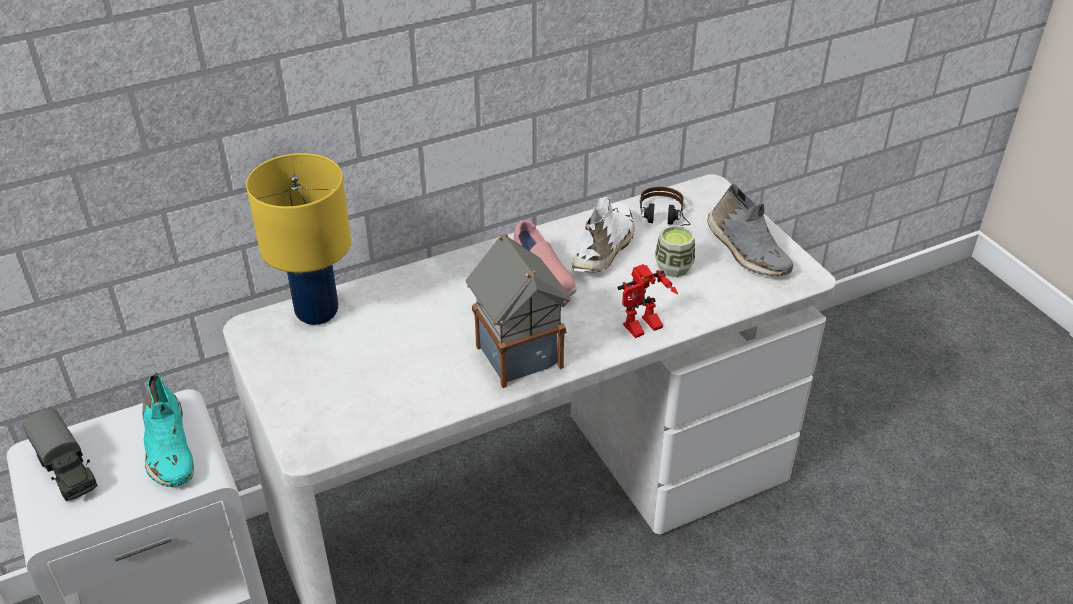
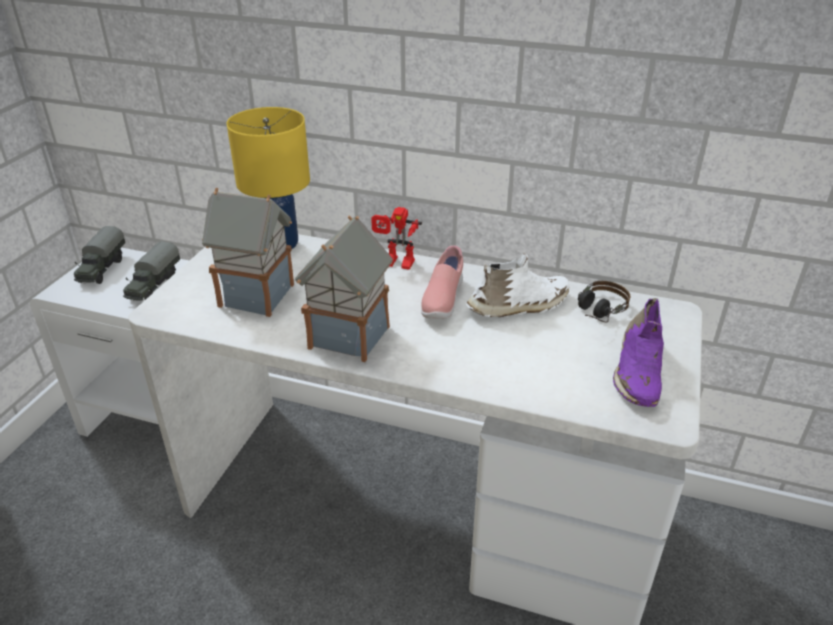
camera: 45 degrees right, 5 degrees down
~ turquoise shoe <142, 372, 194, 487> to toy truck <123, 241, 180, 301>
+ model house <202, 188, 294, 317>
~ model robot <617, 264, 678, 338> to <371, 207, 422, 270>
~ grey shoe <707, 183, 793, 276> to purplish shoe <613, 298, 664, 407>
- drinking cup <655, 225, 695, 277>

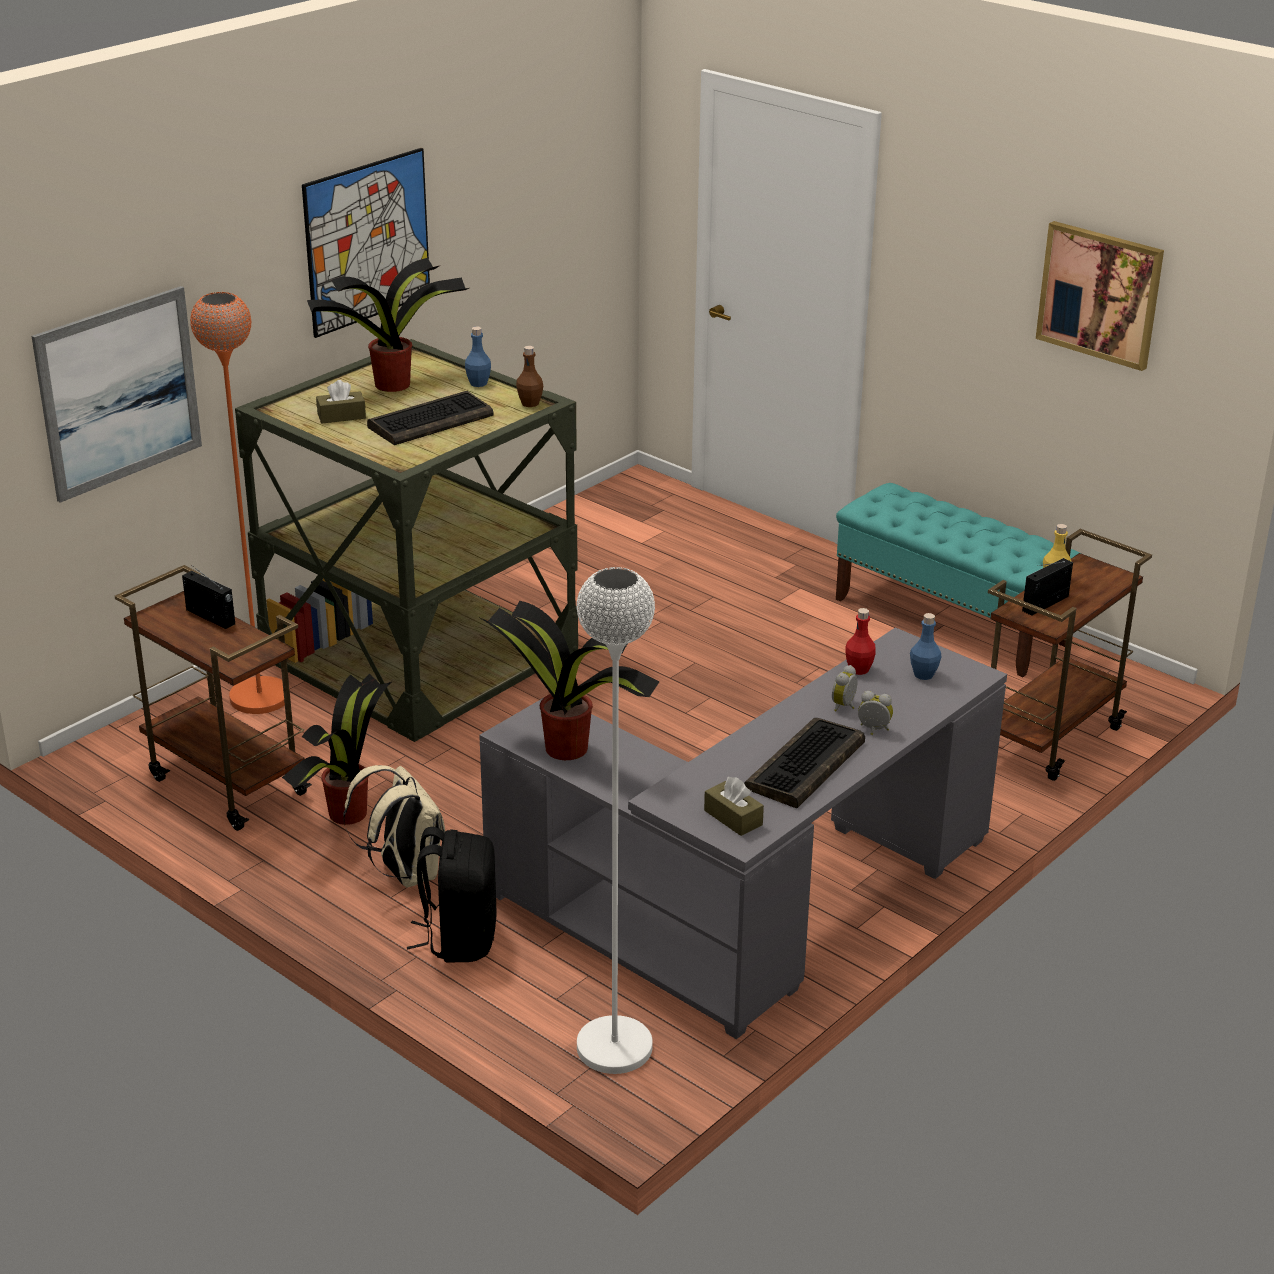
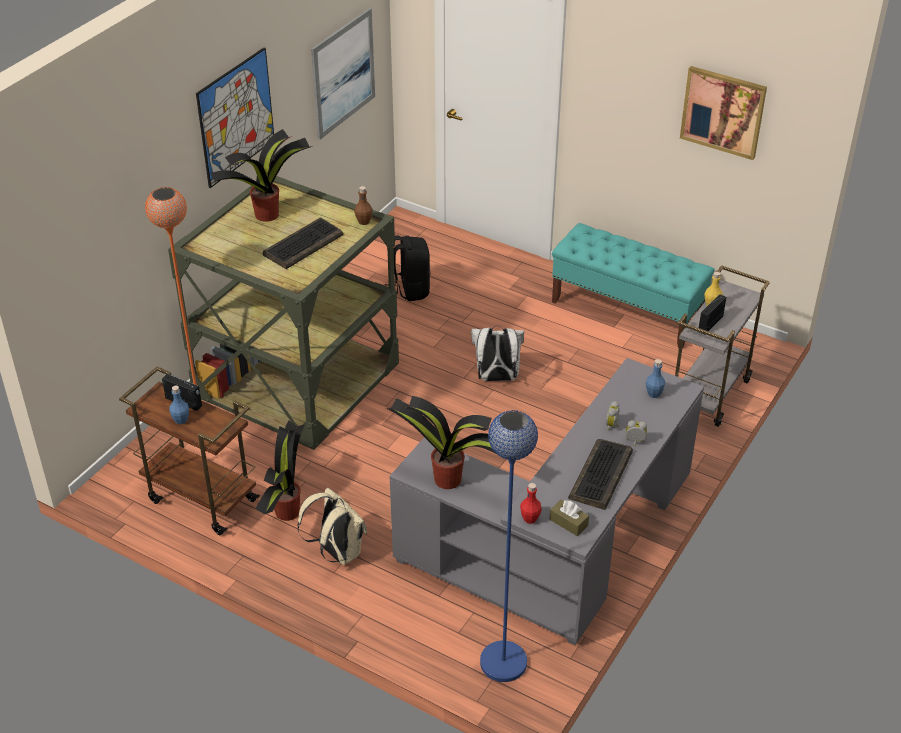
camera: 10 degrees left, 10 degrees up
~ blue bottle <465, 326, 491, 387> to <169, 386, 189, 424>
~ wall picture <32, 286, 202, 503> to <311, 8, 375, 140>
~ black rucksack <407, 827, 497, 963> to <385, 235, 430, 301>
+ white rucksack <471, 325, 524, 381>
~ white standard lamp <577, 567, 655, 1074> to blue standard lamp <480, 410, 538, 682>
~ red-coloured bottle <846, 608, 876, 675> to <520, 483, 542, 524>
~ brown wheeled cart <988, 529, 1152, 781> to grey wheeled cart <675, 265, 770, 427>
- brown box of tissues <316, 380, 366, 424>

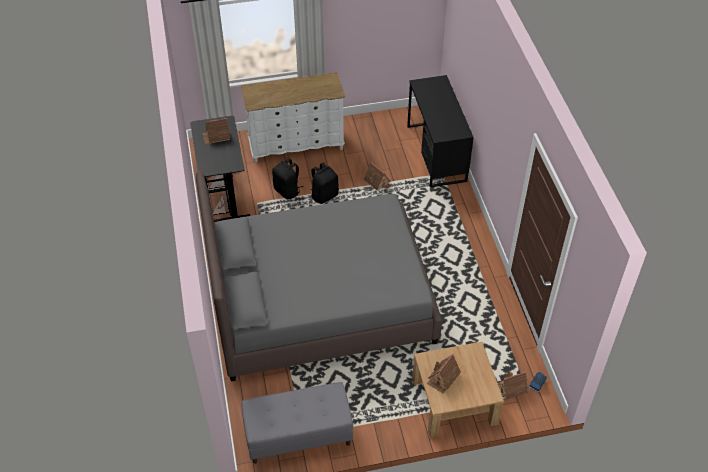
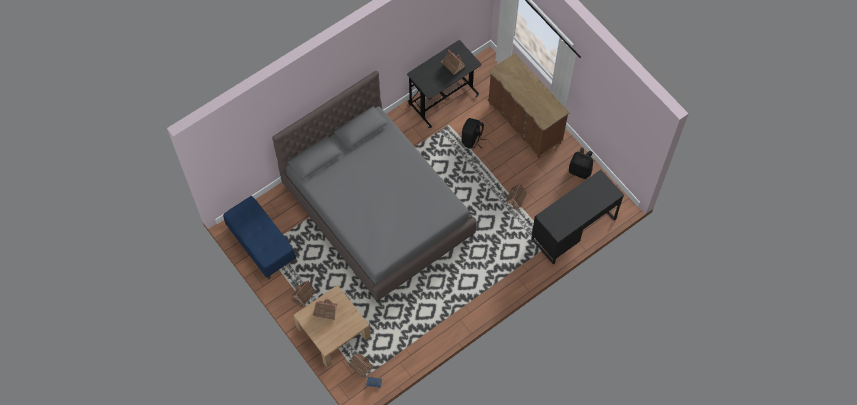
camera: 65 degrees right, 15 degrees up
~ grey long seat <241, 382, 353, 464> to blue long seat <223, 196, 296, 279>
+ model house <291, 280, 316, 308>
~ white dresser <241, 72, 345, 163> to brown dresser <488, 53, 570, 158>
~ black rucksack <310, 162, 339, 204> to <569, 147, 593, 179>

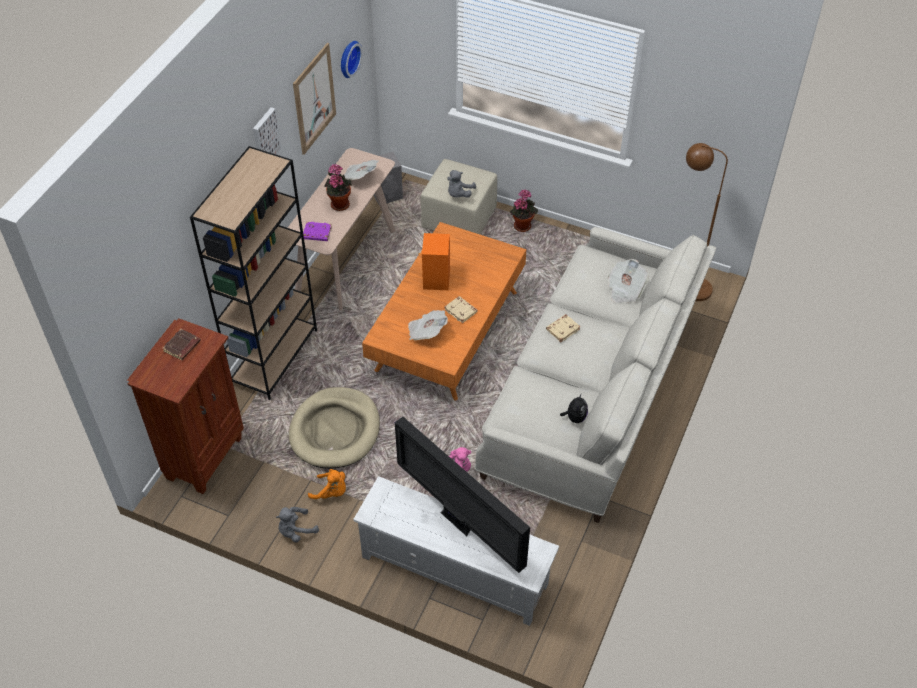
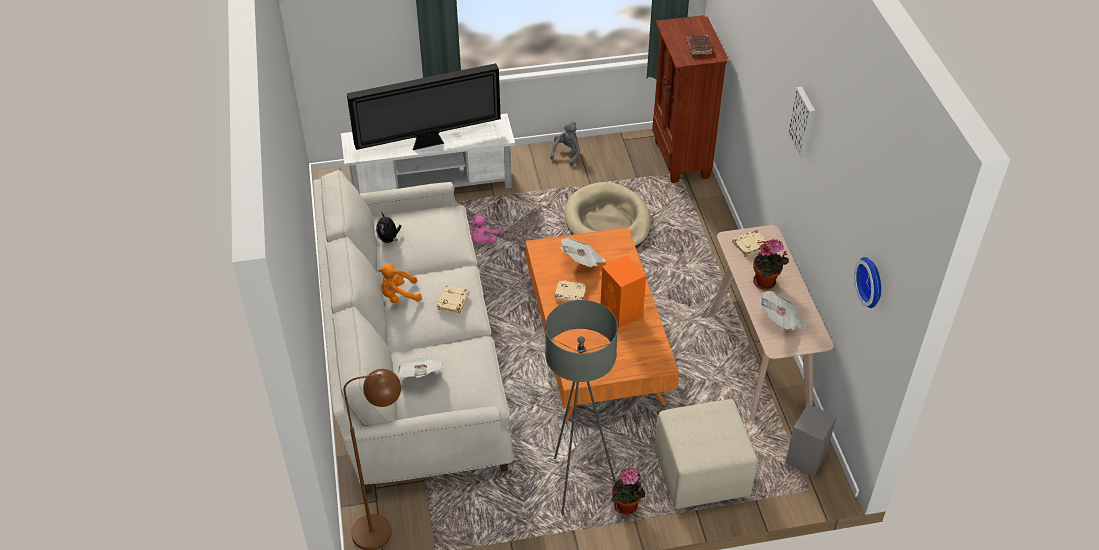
camera: 145 degrees right, 5 degrees down
~ TV set <395, 416, 530, 573> = <347, 63, 501, 150> 150 degrees clockwise
~ orange plush toy <308, 469, 346, 499> to <378, 263, 422, 303>
+ grey standard lamp <545, 300, 618, 515>
~ purplish volume <303, 222, 332, 241> to beige volume <732, 230, 767, 257>
- beige bookcase <190, 146, 317, 400>
- wall picture <293, 43, 336, 155>
- grey plush toy <447, 170, 476, 198>

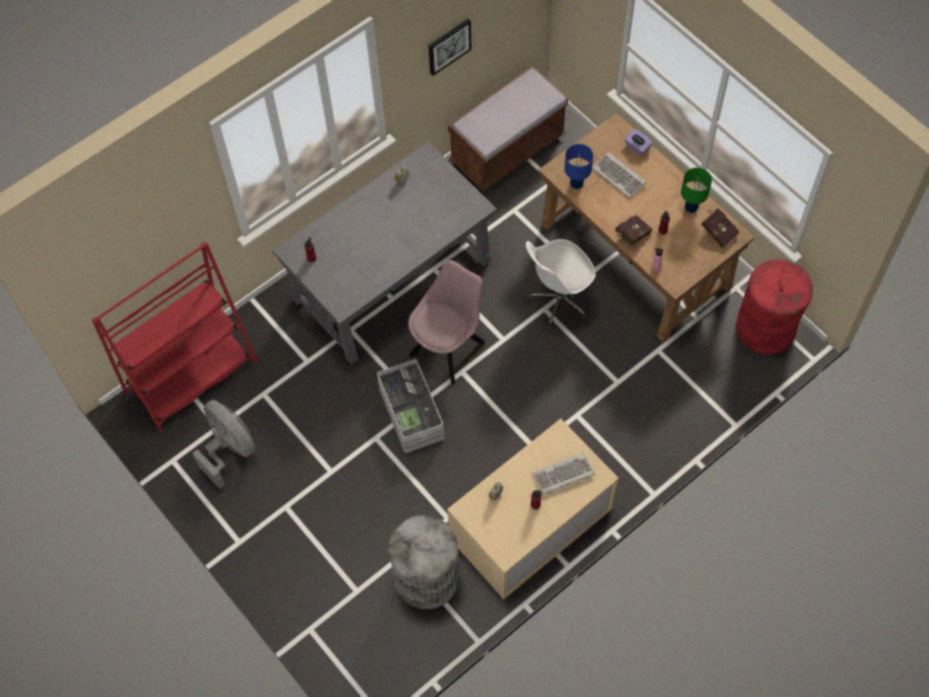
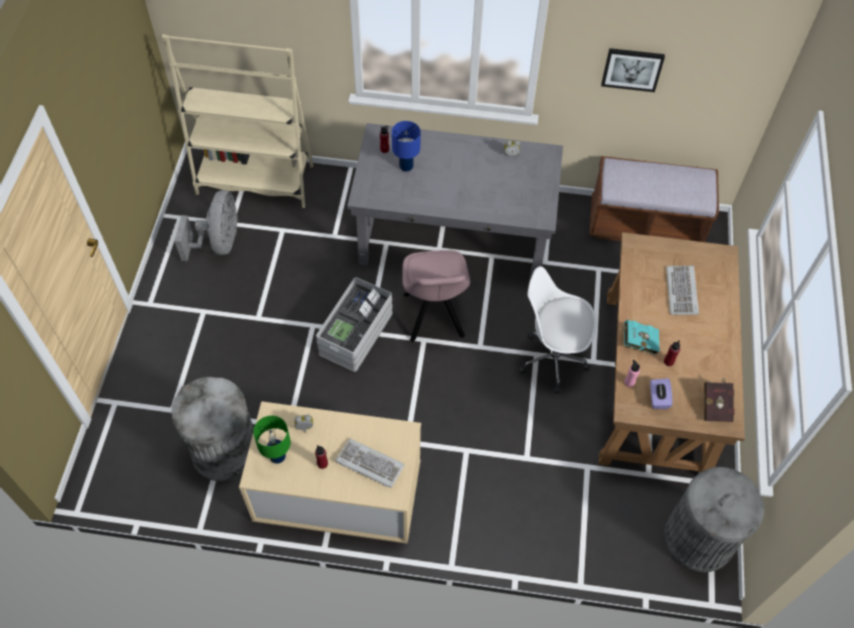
camera: 45 degrees right, 5 degrees down
~ red-coloured bookcase <92, 242, 258, 433> to beige bookcase <162, 34, 313, 208>
~ green-coloured table lamp <681, 168, 712, 213> to <253, 416, 291, 464>
~ blue table lamp <564, 144, 593, 189> to <392, 121, 421, 172>
~ pinkish plain chair <408, 260, 485, 384> = <402, 250, 470, 342> 90 degrees clockwise
~ red-coloured volume <615, 215, 653, 245> to turquoise volume <619, 320, 660, 354>
~ purplish box of tissues <624, 128, 653, 156> to <650, 378, 672, 409>
~ red-coloured trash can <736, 259, 813, 354> to grey trash can <664, 467, 764, 572>

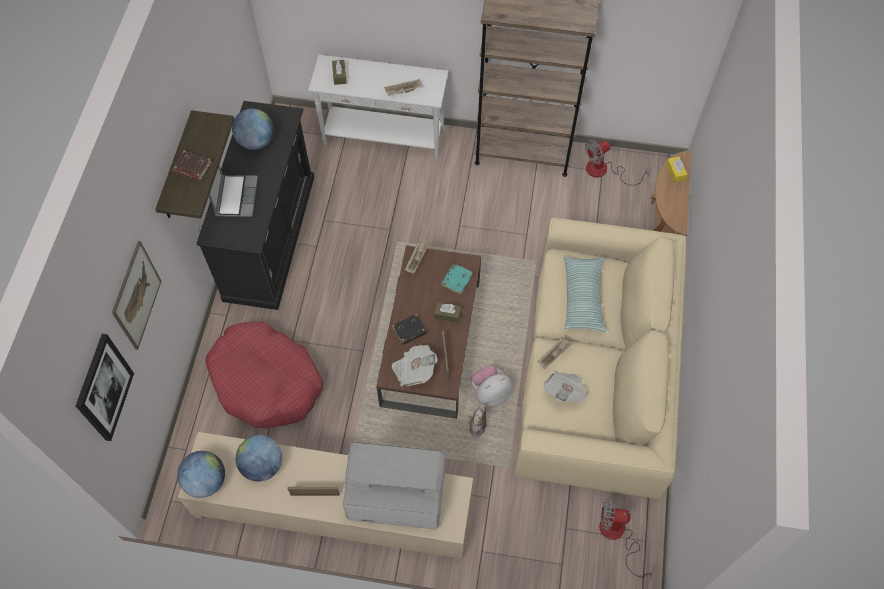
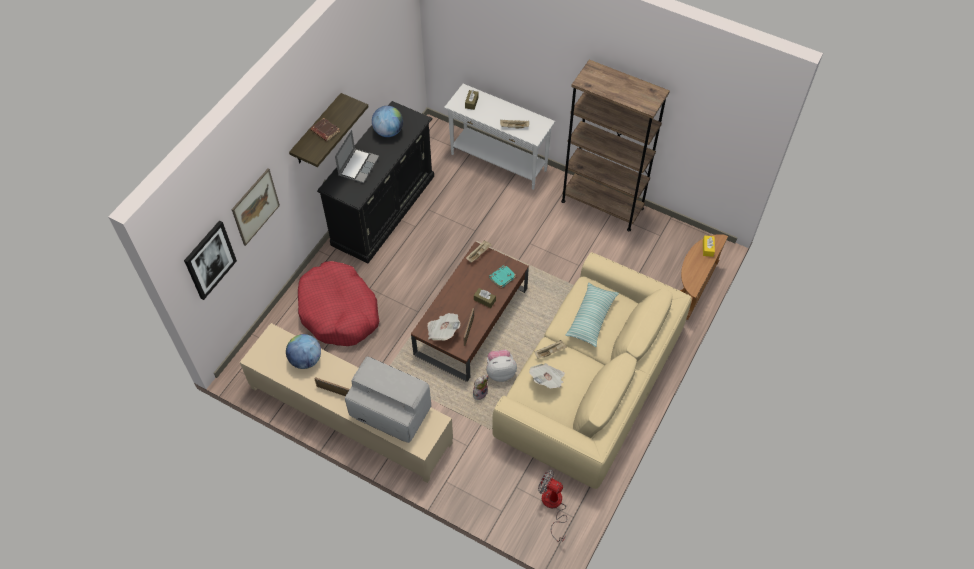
camera: 20 degrees right, 5 degrees down
- world globe <177, 451, 225, 498>
- black volume <392, 314, 427, 345>
- electric fan <585, 139, 650, 186>

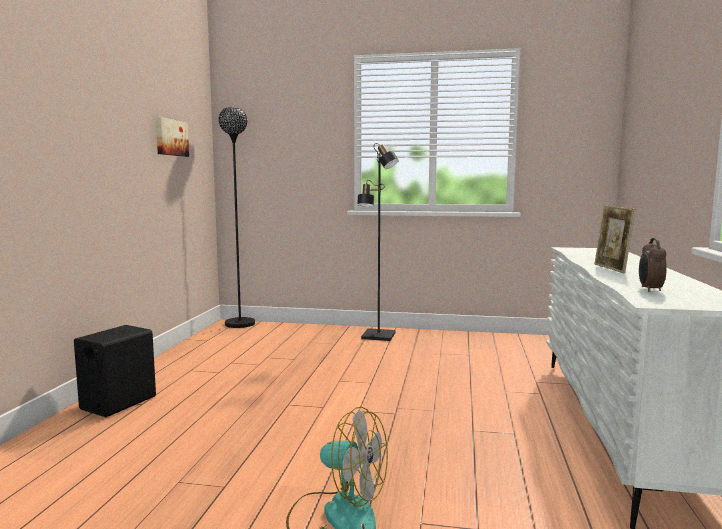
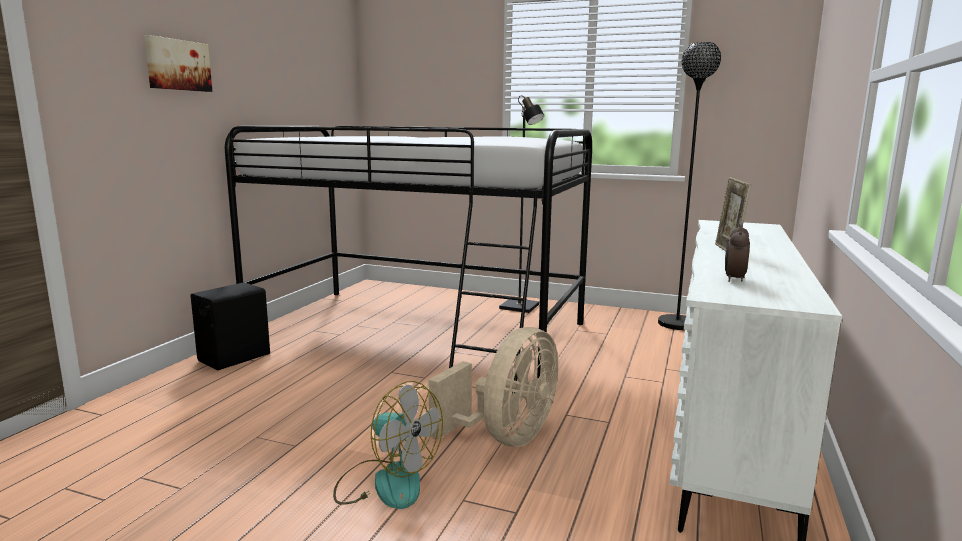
camera: 10 degrees right, 5 degrees up
~ wall picture <156, 117, 189, 157> to <144, 35, 212, 92>
+ black sleeping bed <225, 126, 592, 393>
+ beige electric fan <429, 327, 558, 447>
~ black standard lamp <219, 108, 255, 328> to <658, 42, 721, 330>

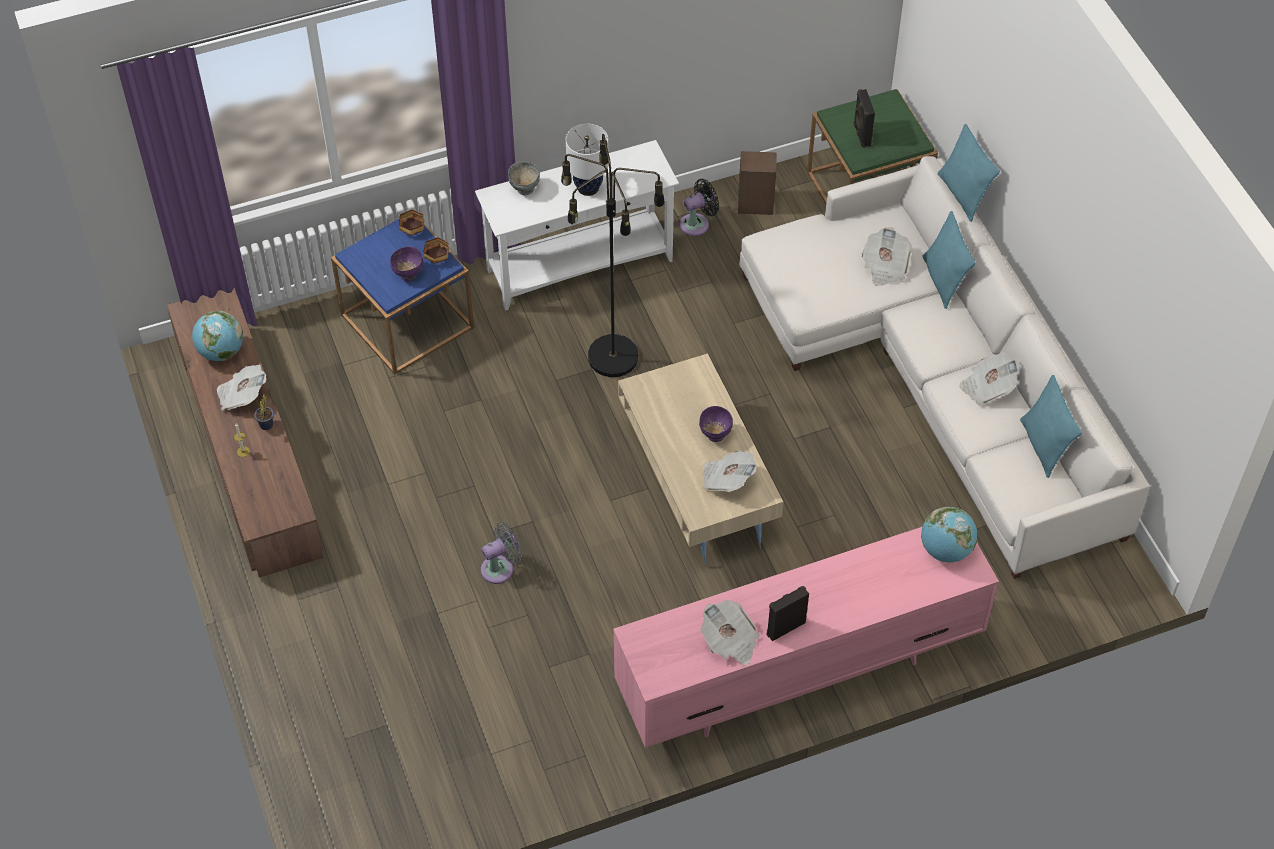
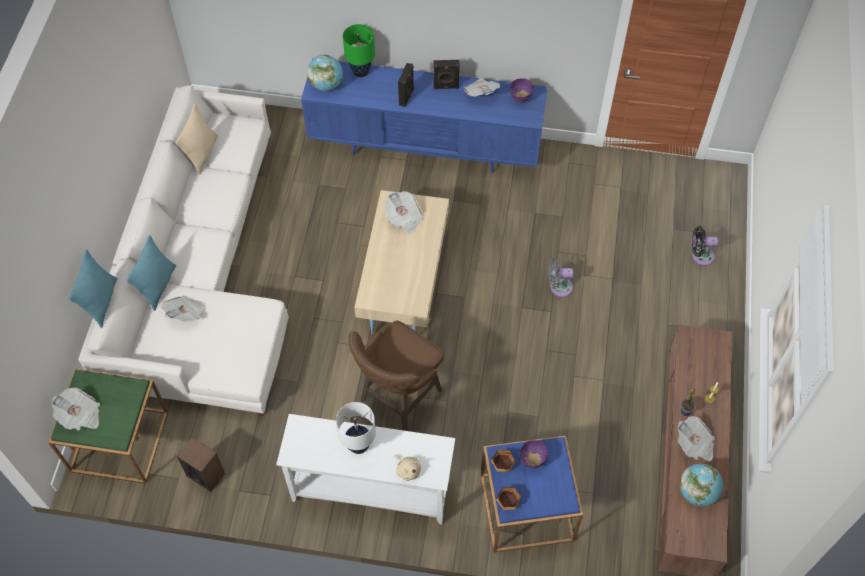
camera: 150 degrees left, 5 degrees up
~ daily paper <960, 353, 1020, 405> to <51, 388, 100, 431>
~ turquoise throw pillow <1020, 375, 1082, 478> to beige throw pillow <175, 104, 218, 175>
~ pinkish storage cabinet <613, 527, 999, 748> to blue storage cabinet <301, 58, 548, 173>
+ green-coloured table lamp <343, 24, 375, 77>
~ standard lamp <561, 134, 664, 377> to brown stool seat <348, 321, 444, 431>
~ grey bowl <508, 161, 540, 195> to beige plush toy <394, 455, 421, 481>
~ black speaker <853, 89, 875, 148> to <398, 63, 414, 107>
~ purplish bowl <699, 406, 733, 442> to <510, 78, 534, 103>
~ black electric fan <680, 179, 719, 236> to <692, 226, 718, 266>

